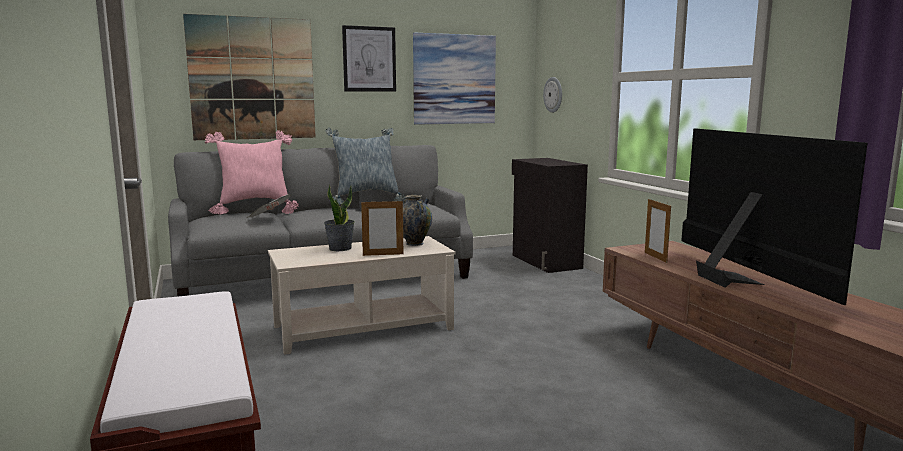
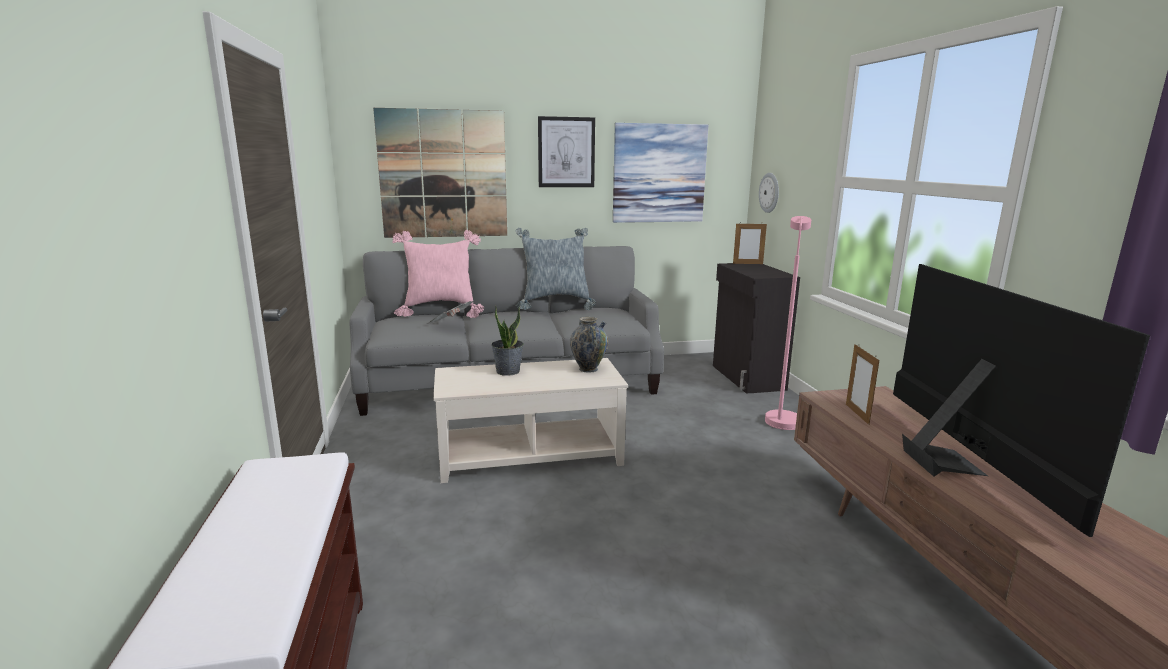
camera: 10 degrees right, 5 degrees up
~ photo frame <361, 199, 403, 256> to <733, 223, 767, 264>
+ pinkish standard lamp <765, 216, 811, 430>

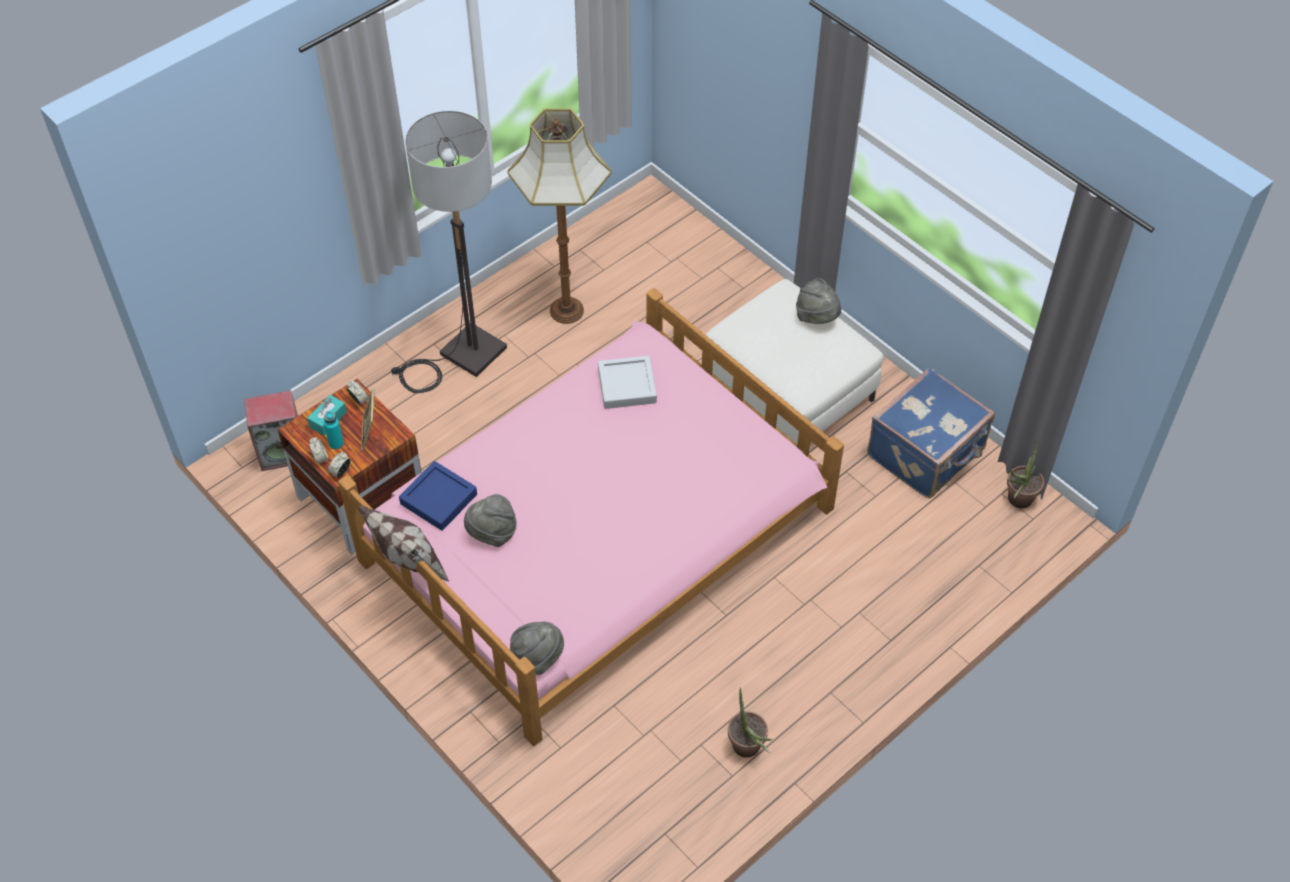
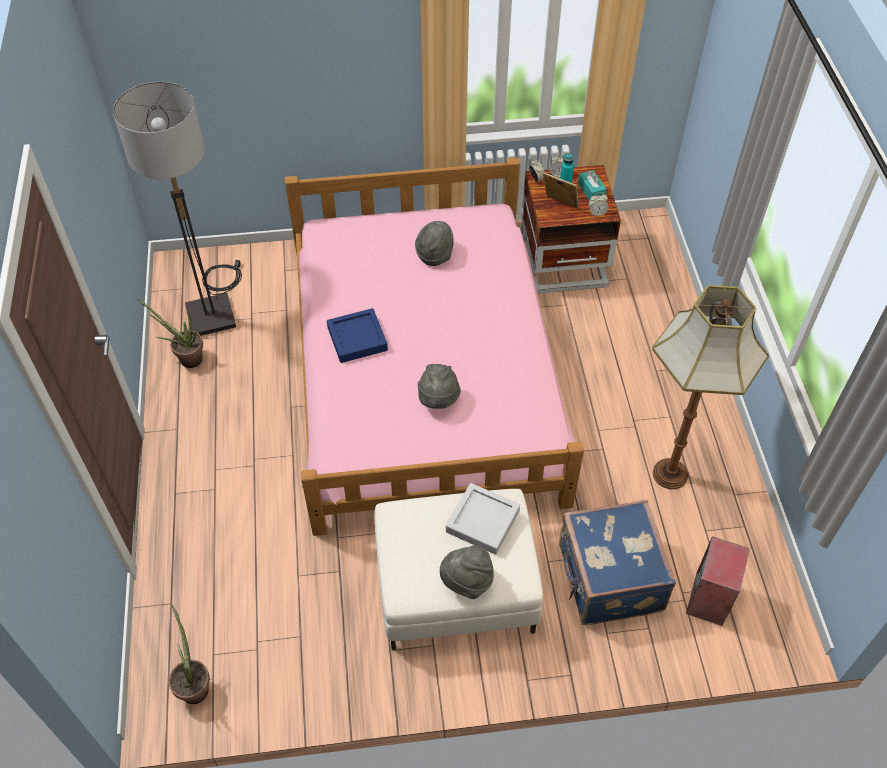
camera: 125 degrees right, 0 degrees up
~ standard lamp <391, 111, 507, 393> to <113, 82, 242, 336>
~ blue tray <399, 461, 477, 531> to <327, 308, 388, 363>
~ grey hat <510, 622, 564, 675> to <418, 364, 461, 409>
~ grey tray <598, 356, 657, 409> to <446, 483, 520, 555>
~ blue travel case <867, 367, 995, 499> to <559, 500, 676, 625>
~ speaker <244, 390, 298, 471> to <686, 536, 750, 626>
- throw pillow <358, 506, 450, 582>

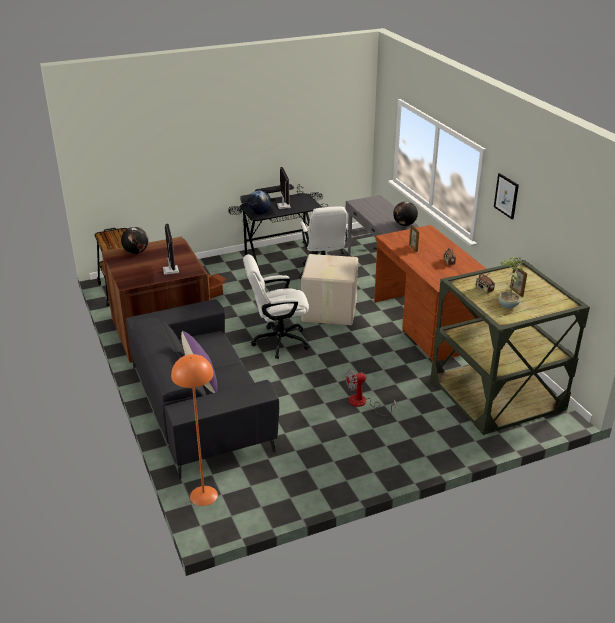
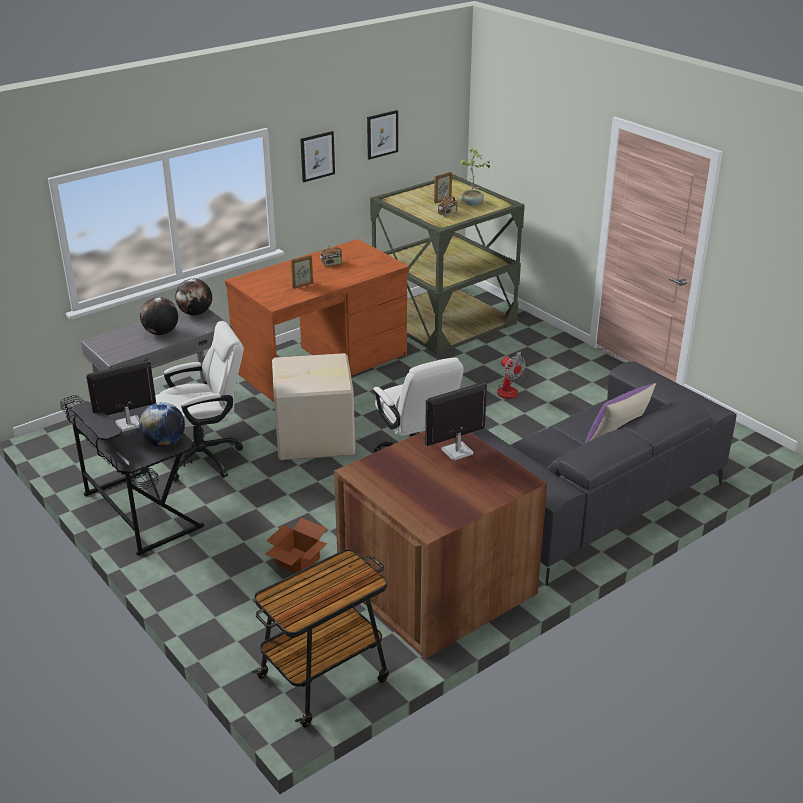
camera: 105 degrees left, 0 degrees up
~ world globe <121, 227, 148, 254> to <140, 297, 178, 335>
+ wall picture <367, 110, 398, 160>
- orange standard lamp <171, 354, 218, 506>

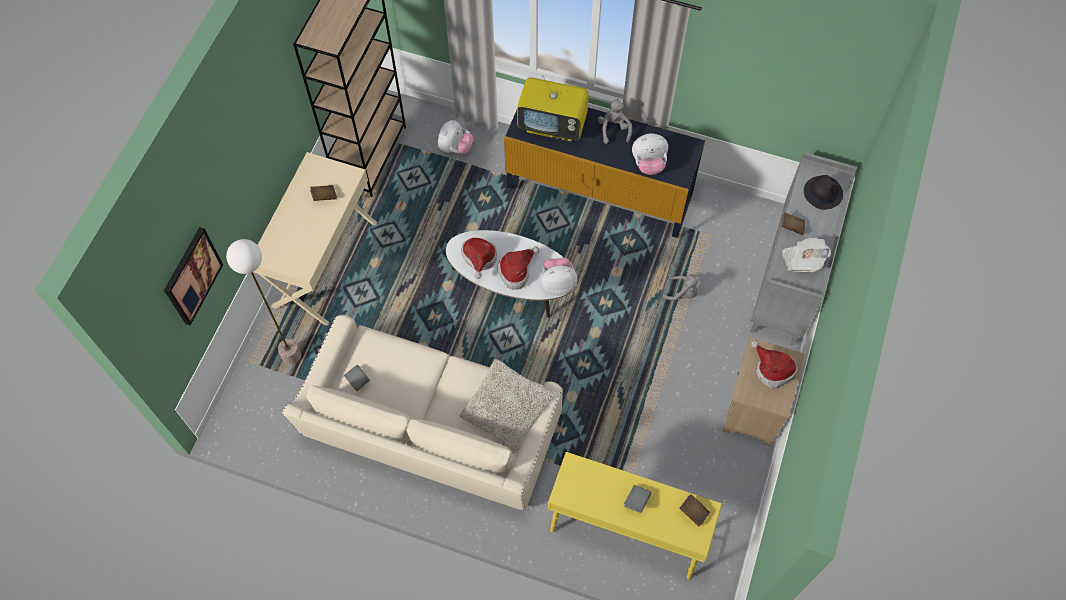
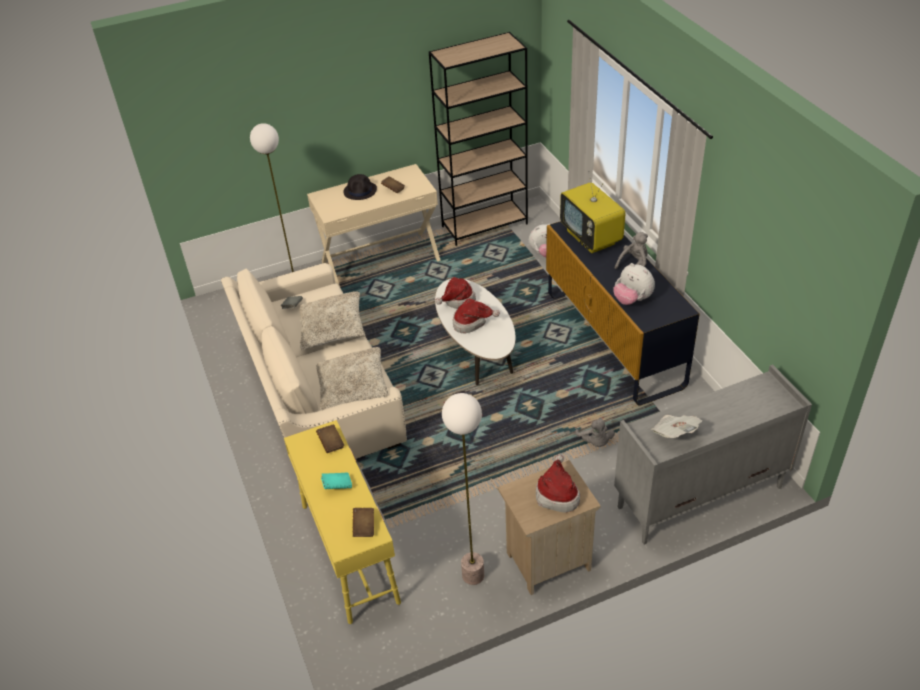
camera: 50 degrees right, 20 degrees down
+ beige throw pillow <299, 291, 364, 350>
~ brown volume <781, 212, 805, 235> to <316, 424, 344, 453>
~ grey volume <624, 485, 651, 513> to turquoise volume <321, 473, 352, 489>
~ black hat <804, 175, 843, 210> to <343, 174, 377, 200>
+ standard lamp <442, 393, 484, 585>
- wall picture <164, 227, 223, 326>
- plush toy <541, 258, 577, 296>

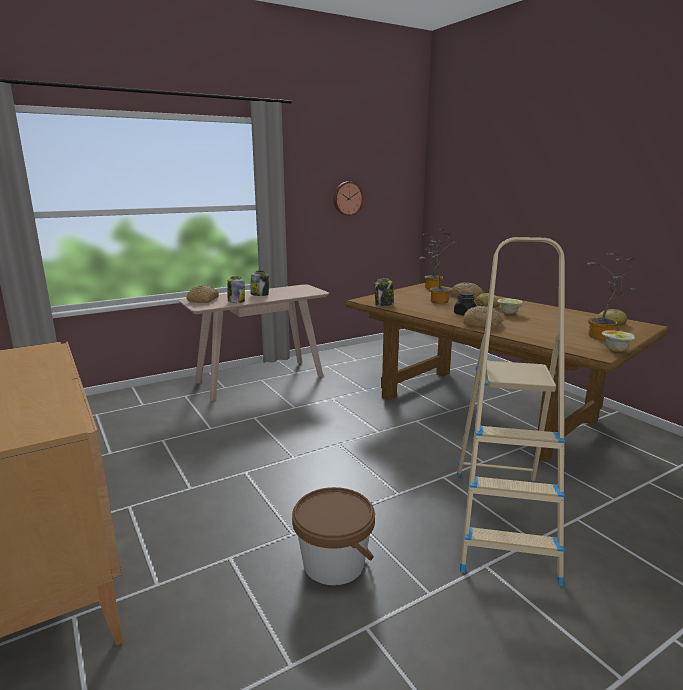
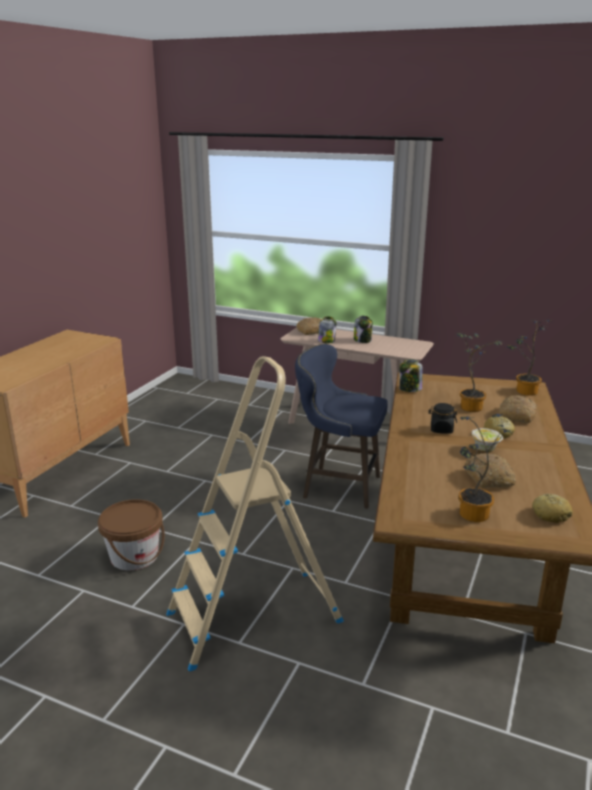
camera: 55 degrees right, 5 degrees up
+ blue stool seat <295, 344, 388, 509>
~ bread <463, 306, 503, 328> to <464, 453, 516, 488>
- hanging clock <333, 181, 364, 216>
- bowl <602, 330, 635, 352>

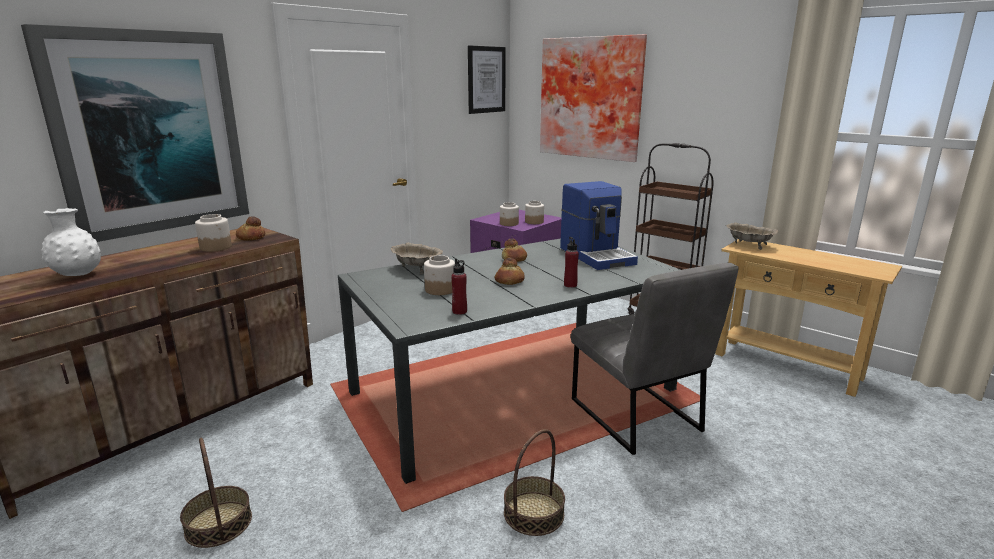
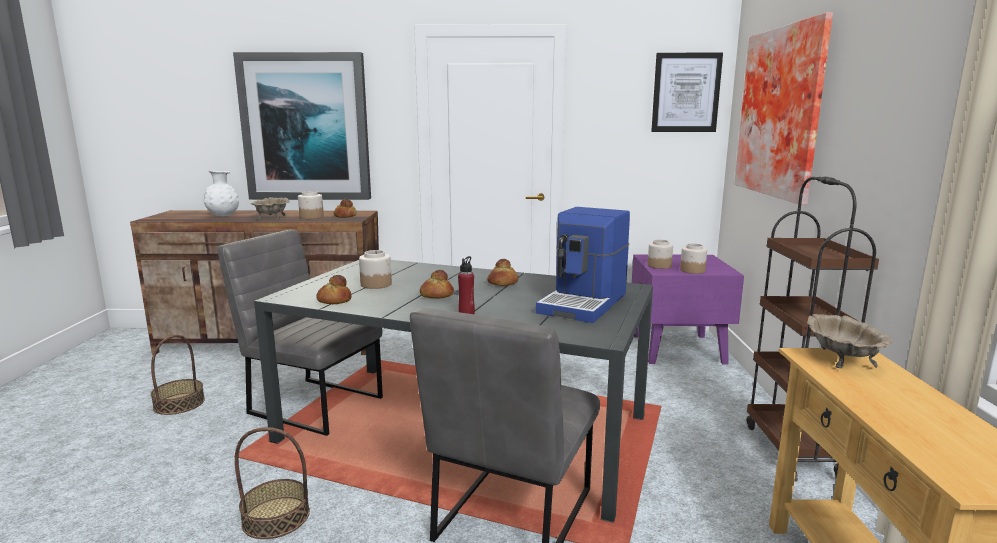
camera: 50 degrees right, 5 degrees down
+ grey plain chair <217, 230, 383, 436>
~ beige bowl <390, 243, 443, 274> to <250, 197, 290, 220>
~ red-coloured bottle <451, 259, 467, 315> to bread <316, 275, 351, 304>

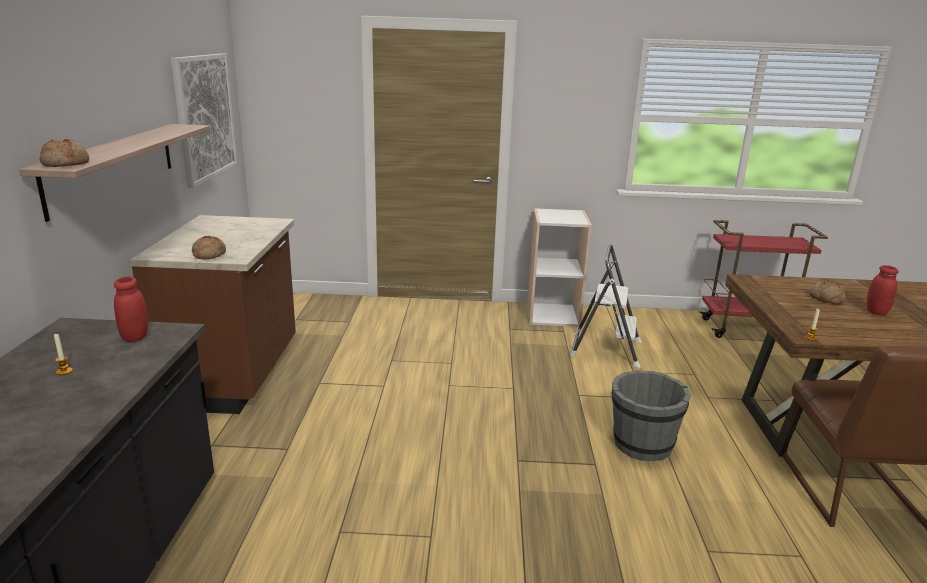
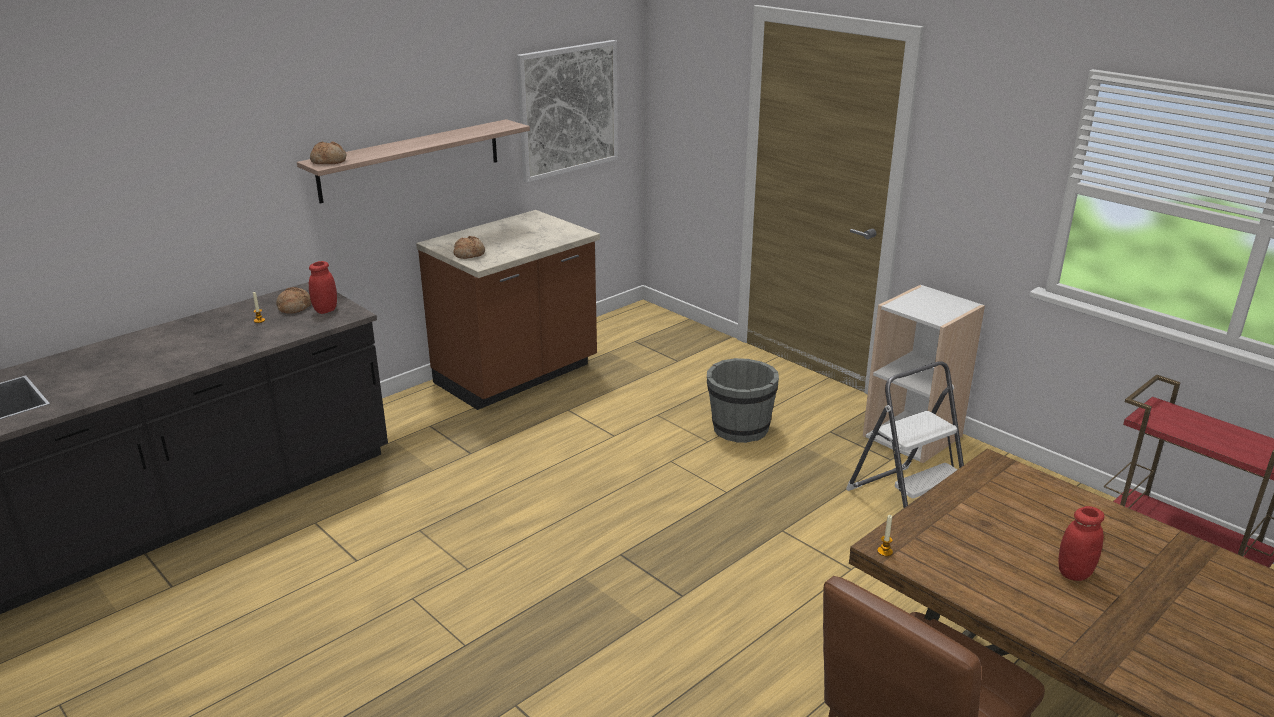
camera: 45 degrees right, 5 degrees up
~ bread <809, 280, 846, 304> to <276, 287, 312, 314>
~ grey pail <611, 370, 691, 461> to <707, 358, 779, 443>

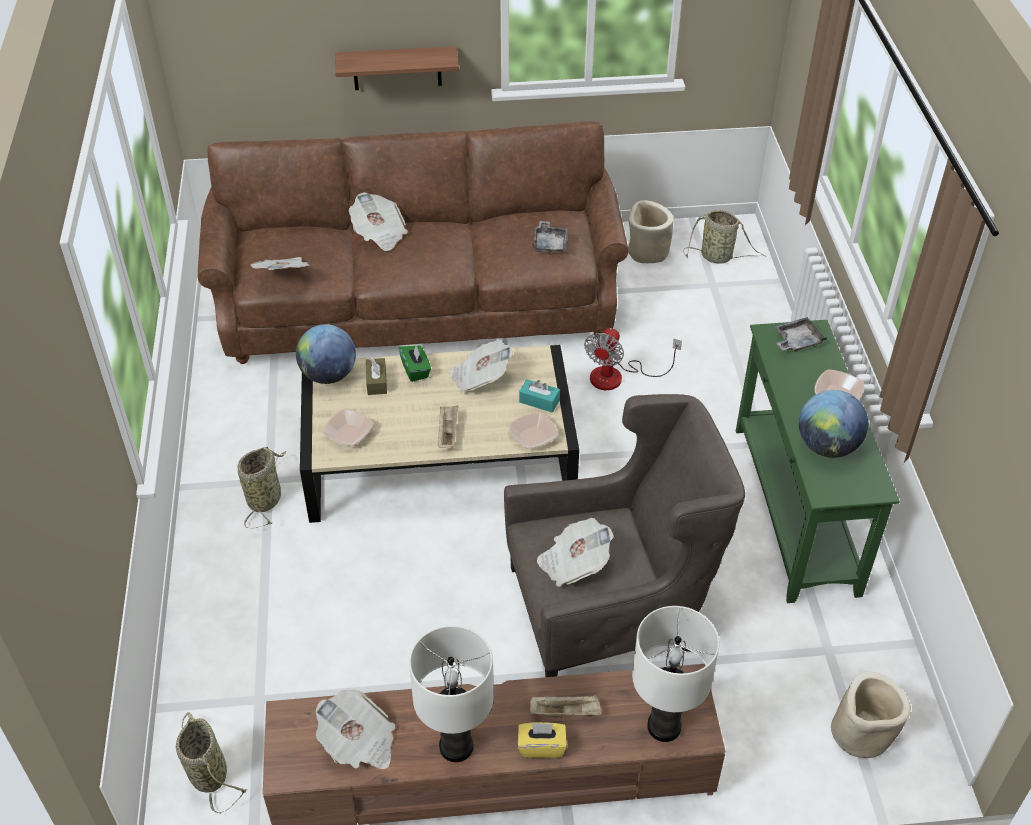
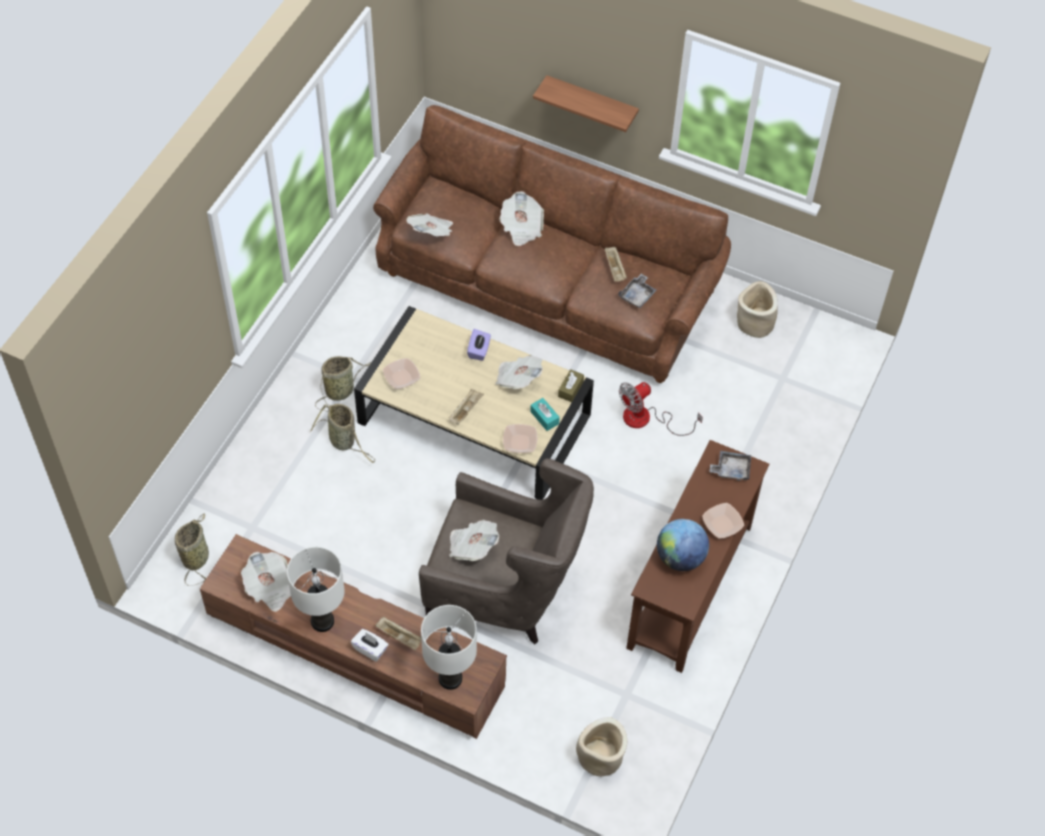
camera: 30 degrees right, 10 degrees up
~ household basket <683, 210, 767, 264> to <310, 404, 375, 463>
~ yellow box of tissues <518, 722, 567, 758> to white box of tissues <351, 629, 388, 662>
~ green-coloured box of tissues <399, 344, 431, 382> to purplish box of tissues <467, 329, 491, 361>
~ brown box of tissues <366, 358, 387, 395> to <558, 369, 584, 402>
+ beige tray <605, 247, 627, 282>
~ green-coloured hall table <736, 320, 900, 603> to brown hall table <626, 440, 770, 673>
- world globe <296, 324, 356, 384>

